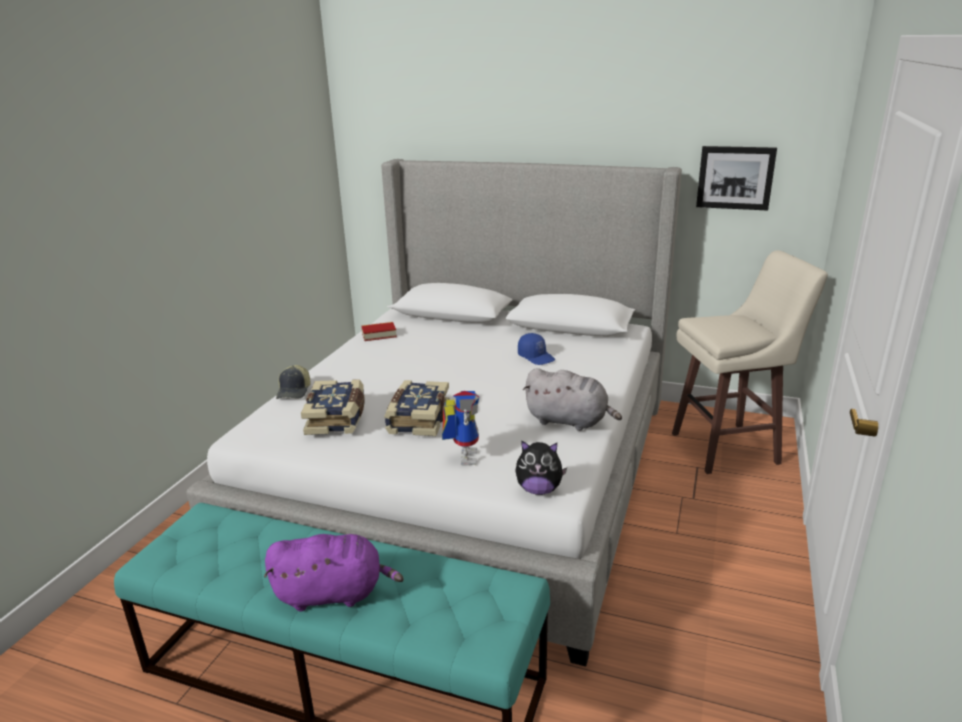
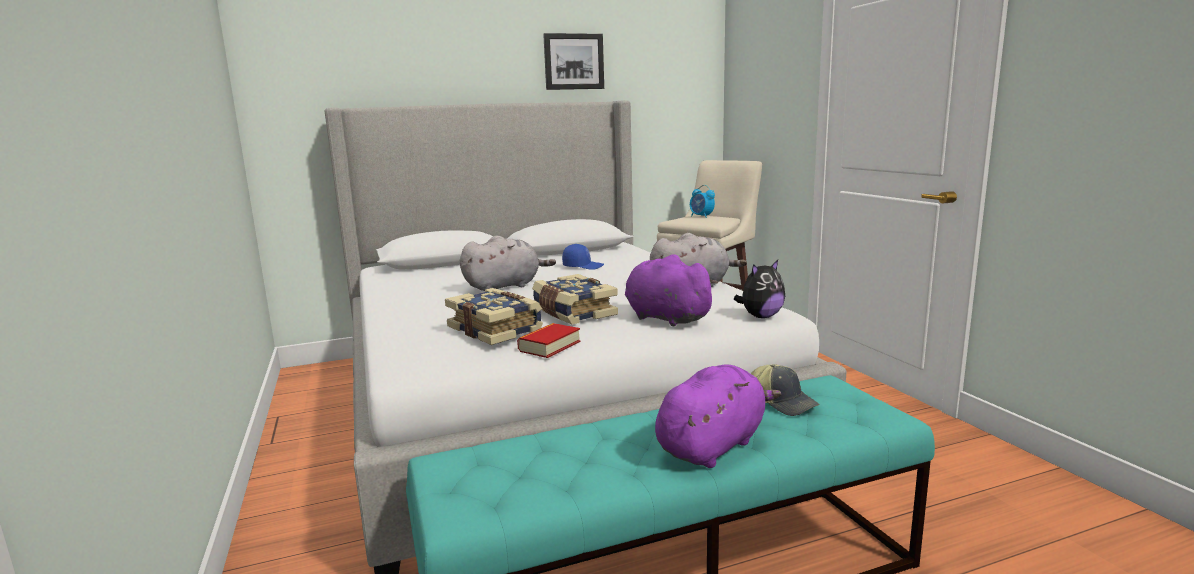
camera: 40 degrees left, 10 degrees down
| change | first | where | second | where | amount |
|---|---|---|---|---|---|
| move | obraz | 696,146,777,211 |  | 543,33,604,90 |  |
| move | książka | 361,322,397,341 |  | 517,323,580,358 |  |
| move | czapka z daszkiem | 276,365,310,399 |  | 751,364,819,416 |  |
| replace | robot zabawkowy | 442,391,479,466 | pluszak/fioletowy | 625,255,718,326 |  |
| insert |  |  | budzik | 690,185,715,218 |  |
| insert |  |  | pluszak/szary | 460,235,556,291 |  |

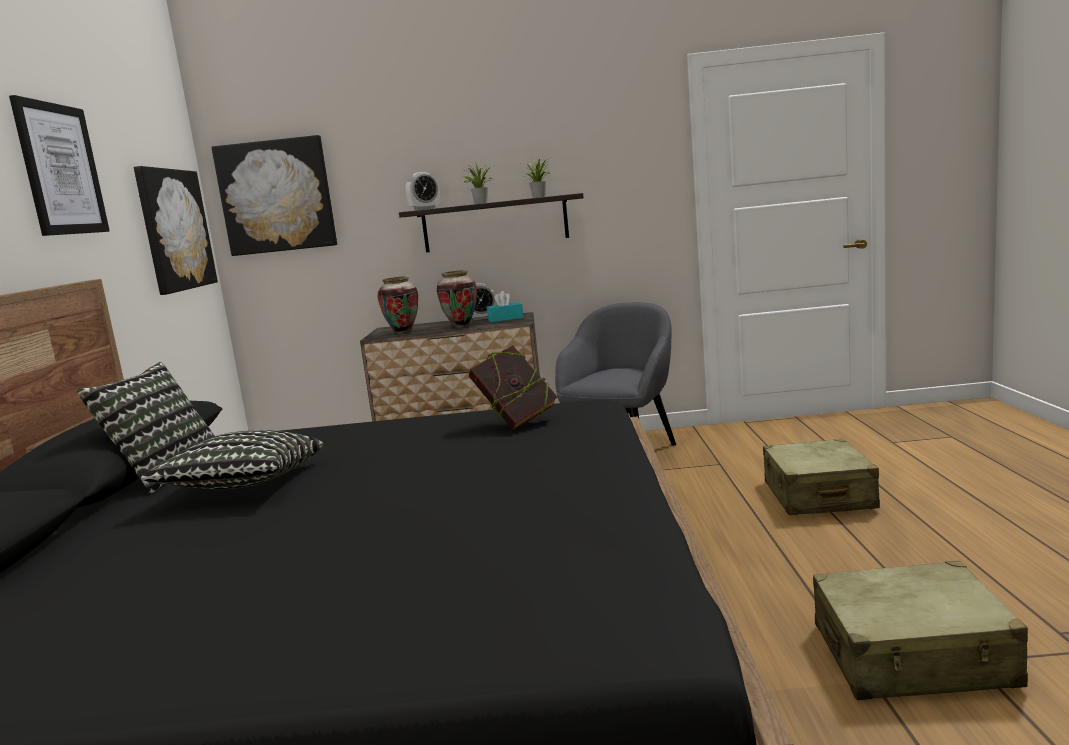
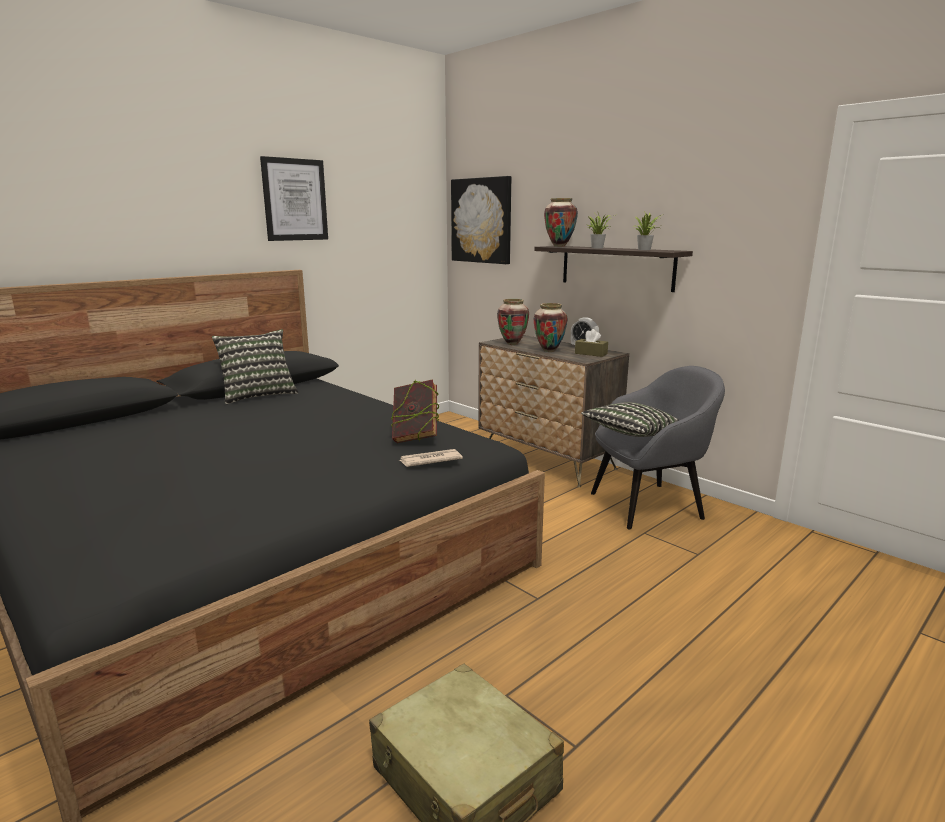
camera: 45 degrees right, 5 degrees up
| change | first | where | second | where | amount |
|---|---|---|---|---|---|
| delete | obraz | 134,166,218,295 |  |  |  |
| replace | budzik | 406,172,440,210 | wazon | 544,198,578,247 |  |
| recolor | pudełko chusteczek/turkusowy | 487,291,524,322 | pudełko chusteczek/brązowy | 575,329,608,357 |  |
| move | poduszka | 141,430,324,489 |  | 581,402,679,437 |  |
| delete | walizka/beżowy | 763,439,880,515 |  |  |  |
| insert |  |  | gazeta | 398,449,463,467 |  |

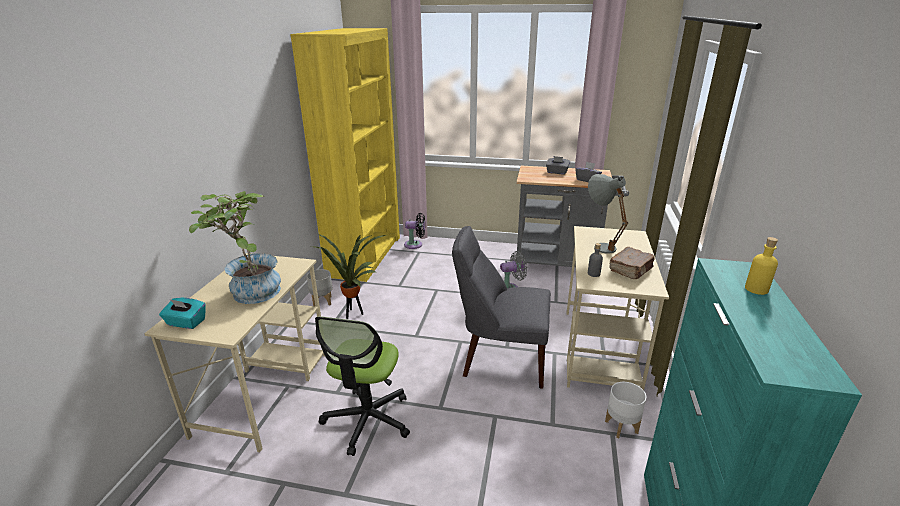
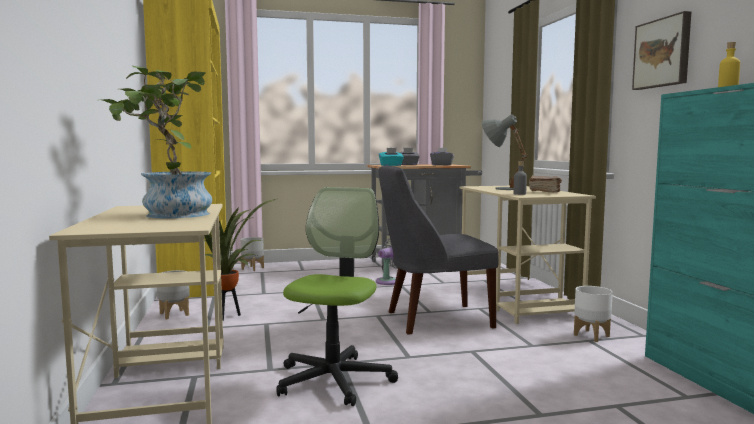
camera: 25 degrees left, 20 degrees down
| change | first | where | second | where | amount |
|---|---|---|---|---|---|
| replace | wentylator/czarny | 404,213,425,249 | donica/szary | 241,237,264,271 |  |
| move | pudełko chusteczek/turkusowy | 159,298,205,329 |  | 379,148,404,166 |  |
| rotate | krzesło biurowe | 315,316,410,456 |  | 276,187,398,406 | 150 degrees counterclockwise |
| insert |  |  | obraz | 632,11,691,90 |  |

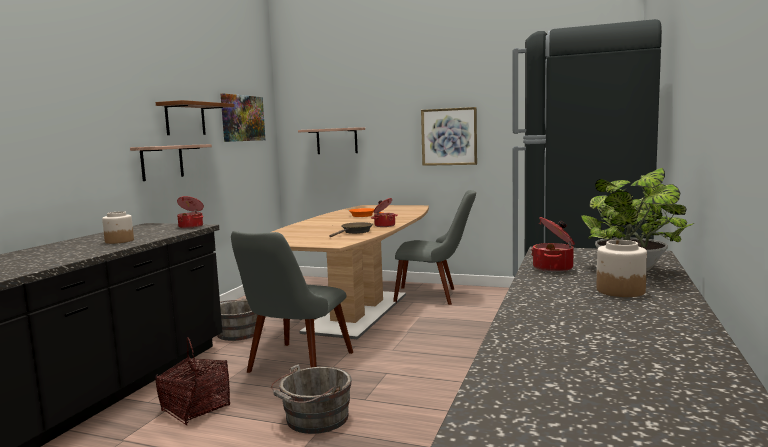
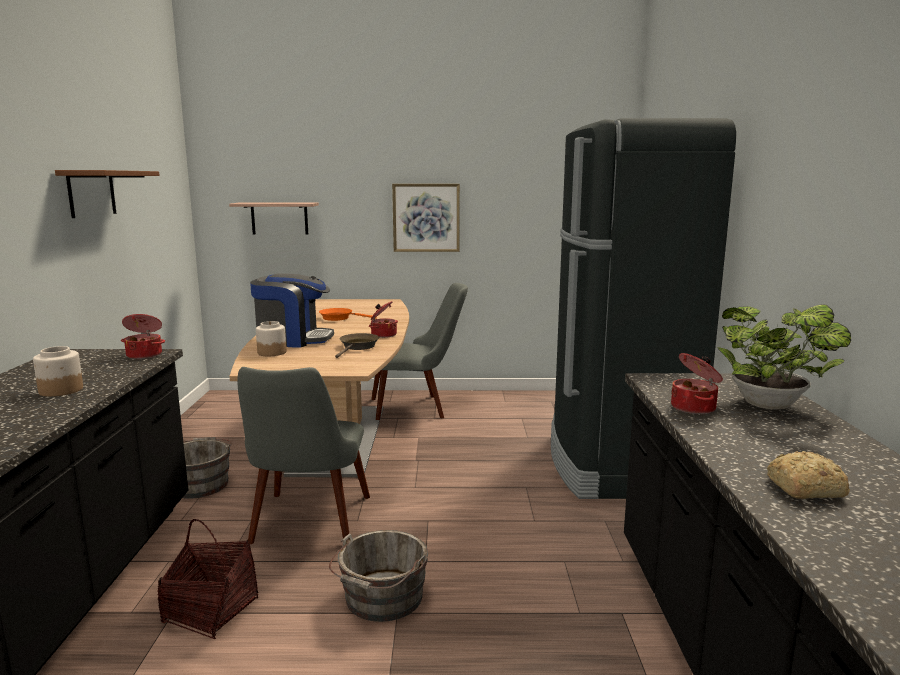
camera: 20 degrees left, 5 degrees up
| change | first | where | second | where | amount |
|---|---|---|---|---|---|
| delete | obraz | 220,94,266,142 |  |  |  |
| delete | półka | 130,144,212,181 |  |  |  |
| move | słoik | 597,240,647,297 |  | 256,321,286,356 |  |
| insert |  |  | ekspres do kawy | 250,273,334,347 |  |
| insert |  |  | chleb | 767,451,850,499 |  |

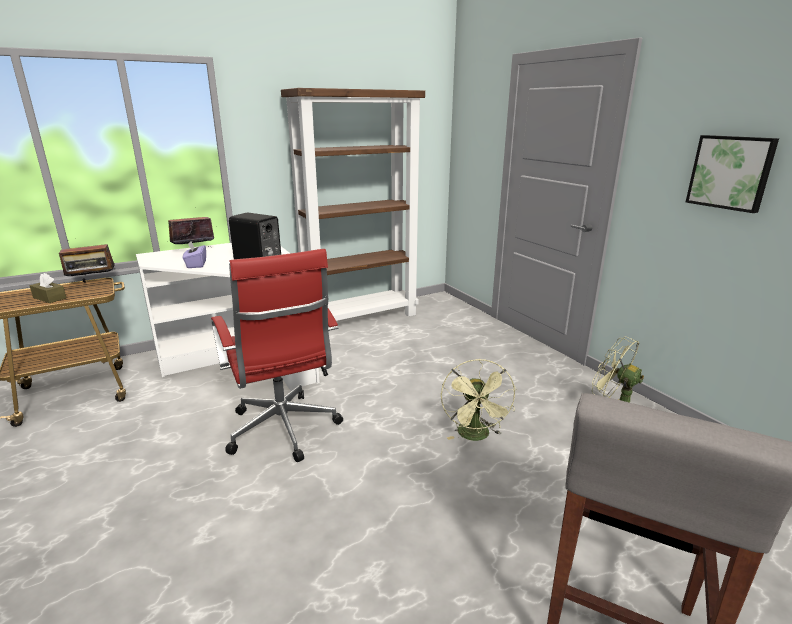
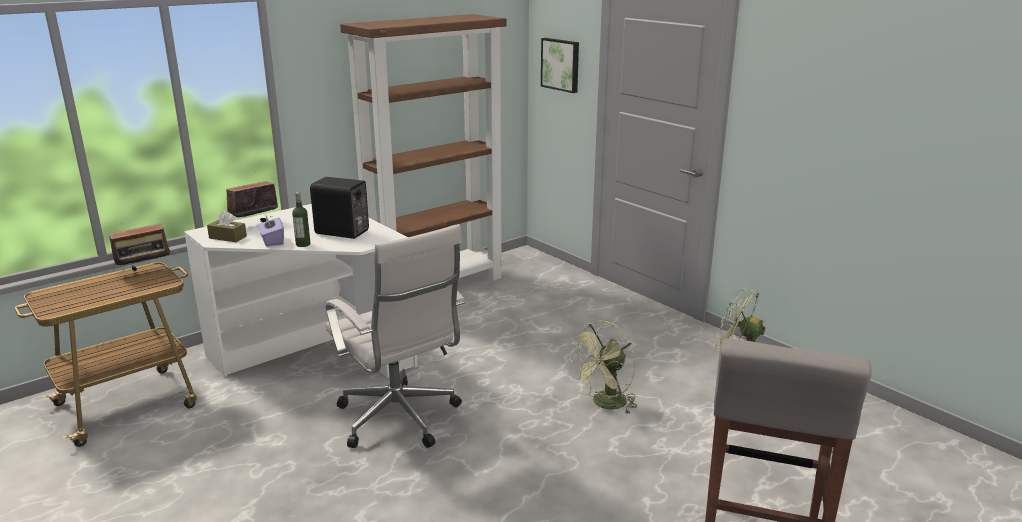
camera: 10 degrees left, 0 degrees up
| change | first | where | second | where | amount |
|---|---|---|---|---|---|
| move | obraz | 686,135,779,213 |  | 541,38,579,93 |  |
| recolor | krzesło biurowe/czerwony | 211,249,343,462 | krzesło biurowe/biały | 325,224,466,448 |  |
| move | pudełko chusteczek/brązowy | 30,273,66,303 |  | 207,211,247,242 |  |
| rotate | wentylator/zielony | 441,359,517,441 |  | 569,321,637,413 | 60 degrees clockwise |
| insert |  |  | butelka | 292,192,311,247 |  |

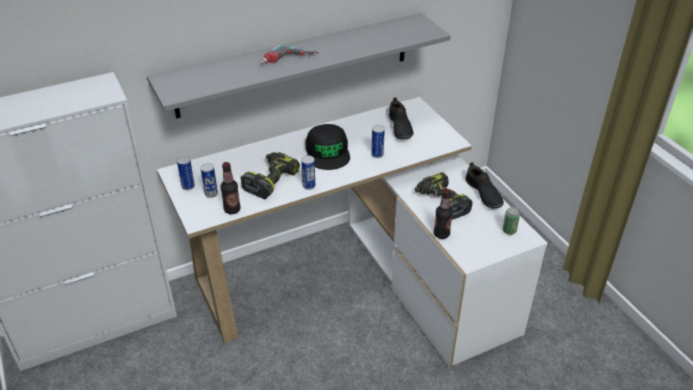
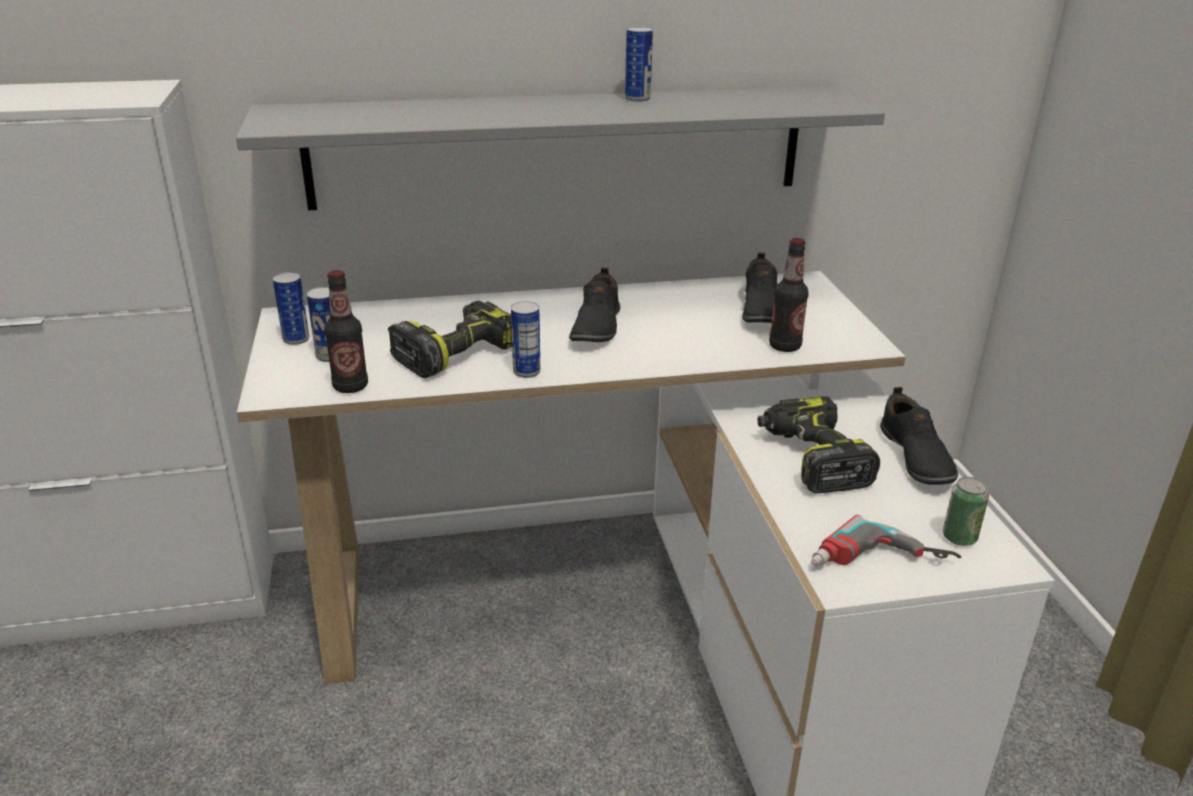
camera: 15 degrees right, 10 degrees down
| change | first | where | second | where | amount |
|---|---|---|---|---|---|
| move | wiertarka | 260,44,319,64 |  | 811,515,961,566 |  |
| replace | czapka z daszkiem/czarny | 305,124,350,170 | but/czarny | 569,267,620,342 |  |
| move | puszka | 371,125,385,158 |  | 625,26,653,102 |  |
| move | butelka | 434,189,453,239 |  | 769,238,809,352 |  |

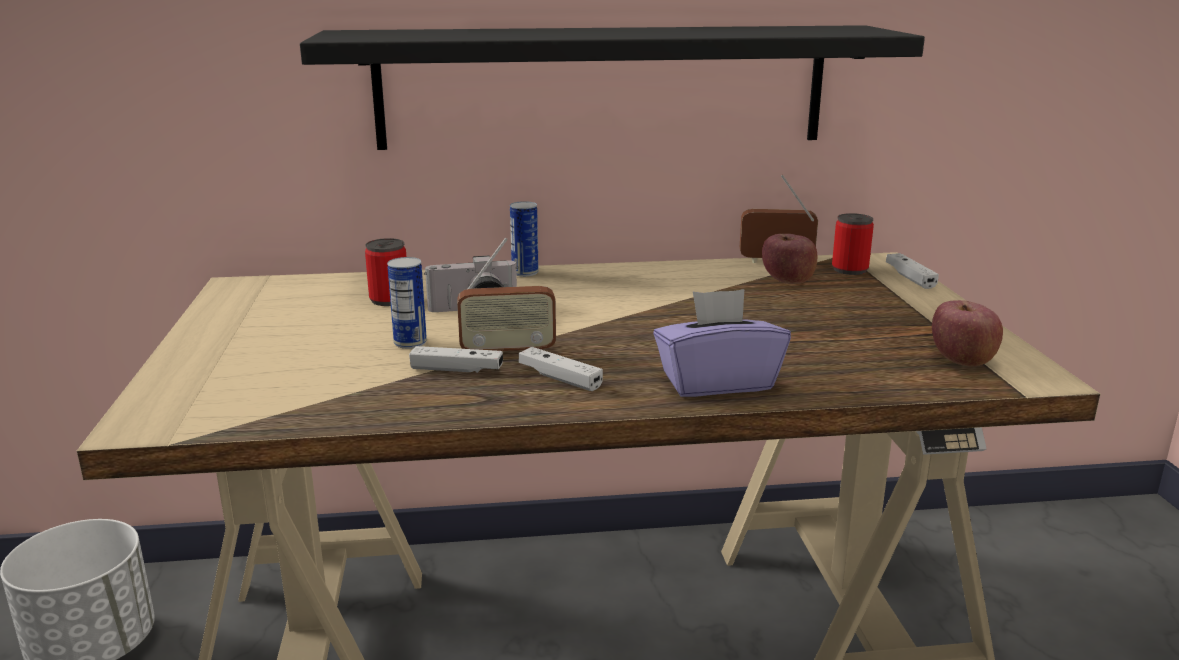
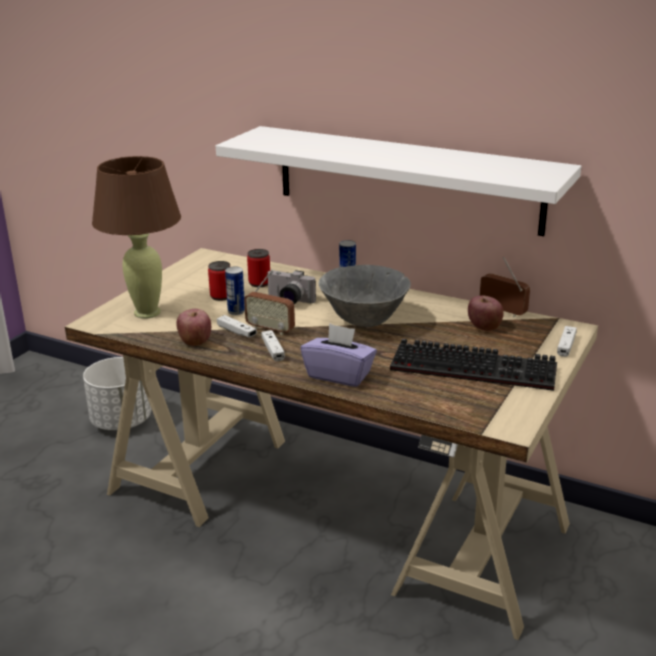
camera: 35 degrees right, 5 degrees up
| change | first | where | second | where | amount |
|---|---|---|---|---|---|
| recolor | półka/czarny | 300,25,925,150 | półka/biały | 216,126,581,236 |  |
| move | puszka | 832,213,874,275 |  | 208,261,230,301 |  |
| move | jabłko | 932,300,1003,367 |  | 176,309,211,346 |  |
| insert |  |  | lampa stołowa/brązowy | 92,156,181,319 |  |
| insert |  |  | miska/szary | 319,265,411,327 |  |
| insert |  |  | klawiatura | 390,338,557,391 |  |

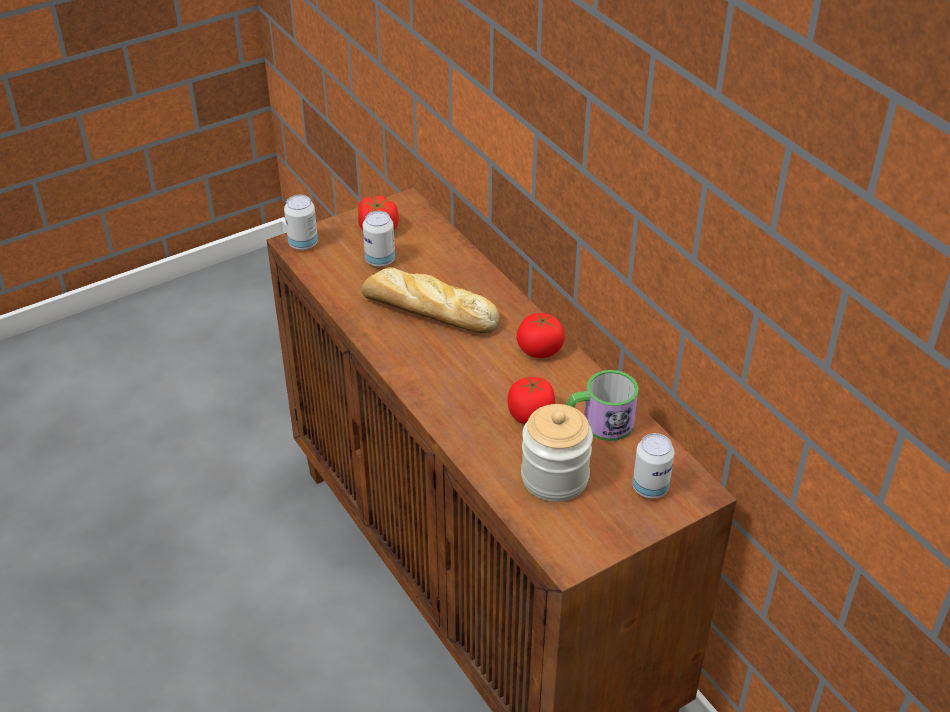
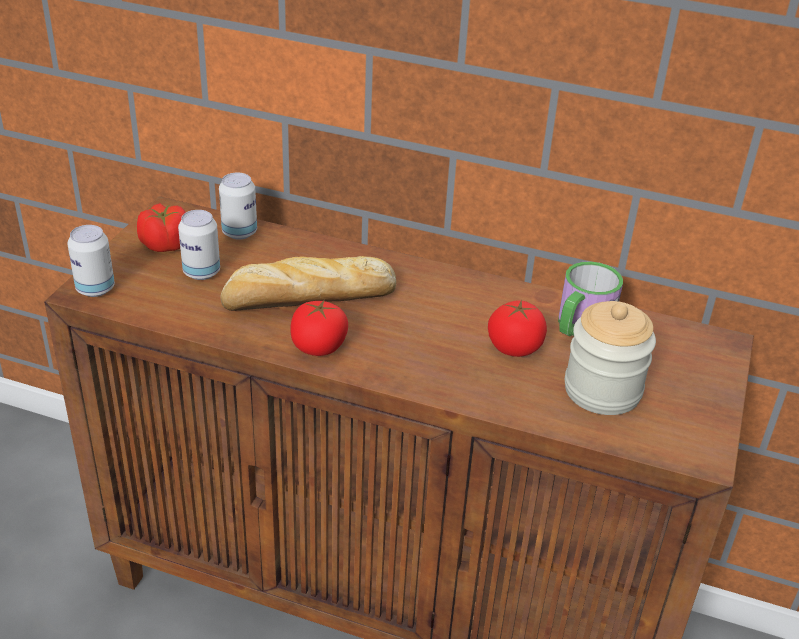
camera: 40 degrees left, 5 degrees down
| change | first | where | second | where | amount |
|---|---|---|---|---|---|
| move | pomidor | 517,313,565,358 |  | 291,299,348,356 |  |
| move | puszka | 633,433,674,498 |  | 219,173,257,240 |  |

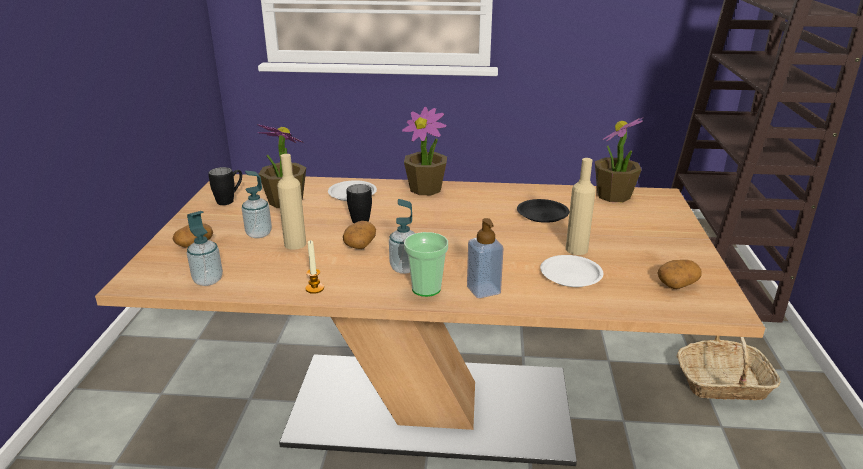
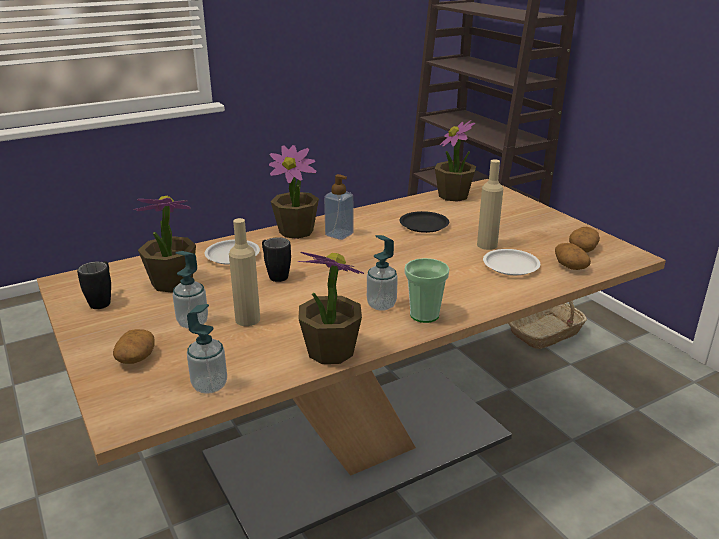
camera: 35 degrees left, 0 degrees up
| change | first | where | second | where | amount |
|---|---|---|---|---|---|
| move | dozownik mydła | 467,218,503,298 |  | 324,174,354,240 |  |
| move | ziemniak | 343,221,376,249 |  | 555,243,591,270 |  |
| replace | świeca | 305,240,324,294 | roślina doniczkowa | 298,252,364,364 |  |

